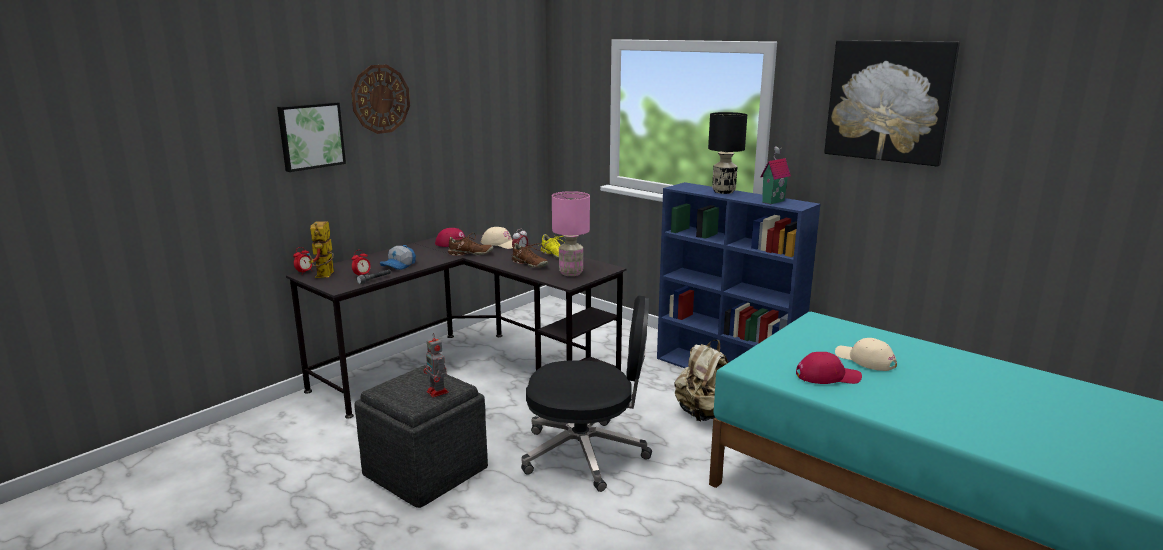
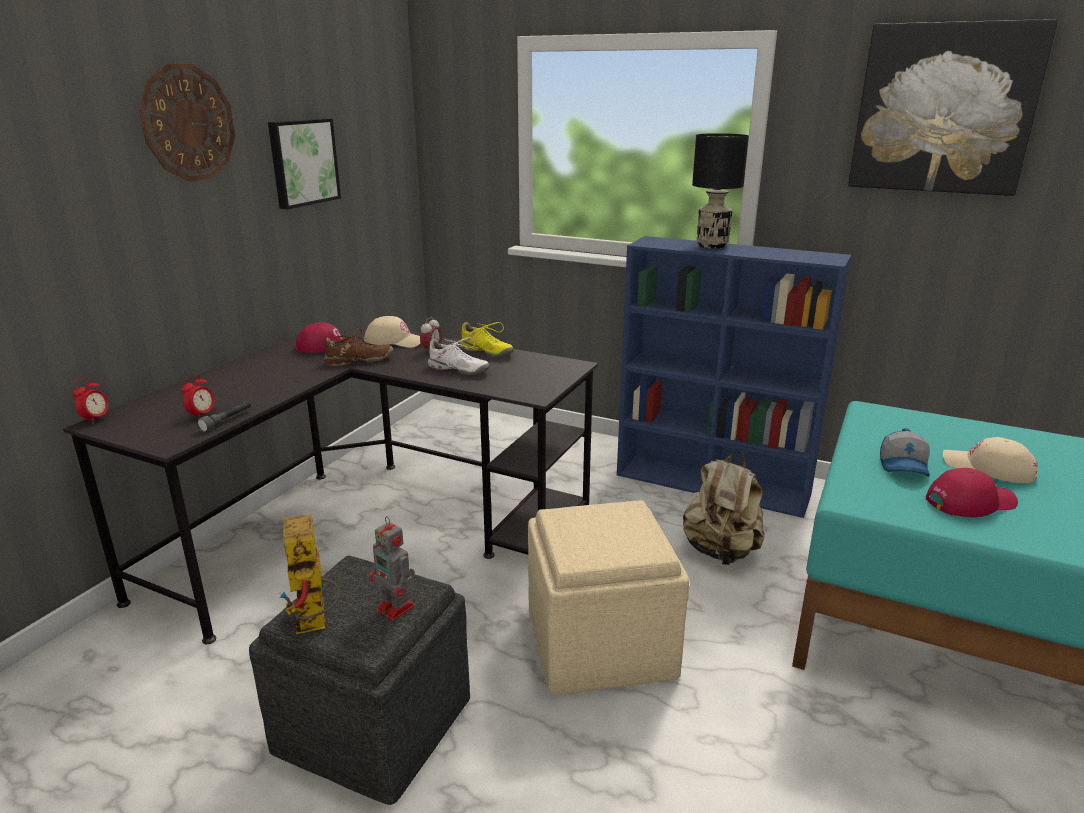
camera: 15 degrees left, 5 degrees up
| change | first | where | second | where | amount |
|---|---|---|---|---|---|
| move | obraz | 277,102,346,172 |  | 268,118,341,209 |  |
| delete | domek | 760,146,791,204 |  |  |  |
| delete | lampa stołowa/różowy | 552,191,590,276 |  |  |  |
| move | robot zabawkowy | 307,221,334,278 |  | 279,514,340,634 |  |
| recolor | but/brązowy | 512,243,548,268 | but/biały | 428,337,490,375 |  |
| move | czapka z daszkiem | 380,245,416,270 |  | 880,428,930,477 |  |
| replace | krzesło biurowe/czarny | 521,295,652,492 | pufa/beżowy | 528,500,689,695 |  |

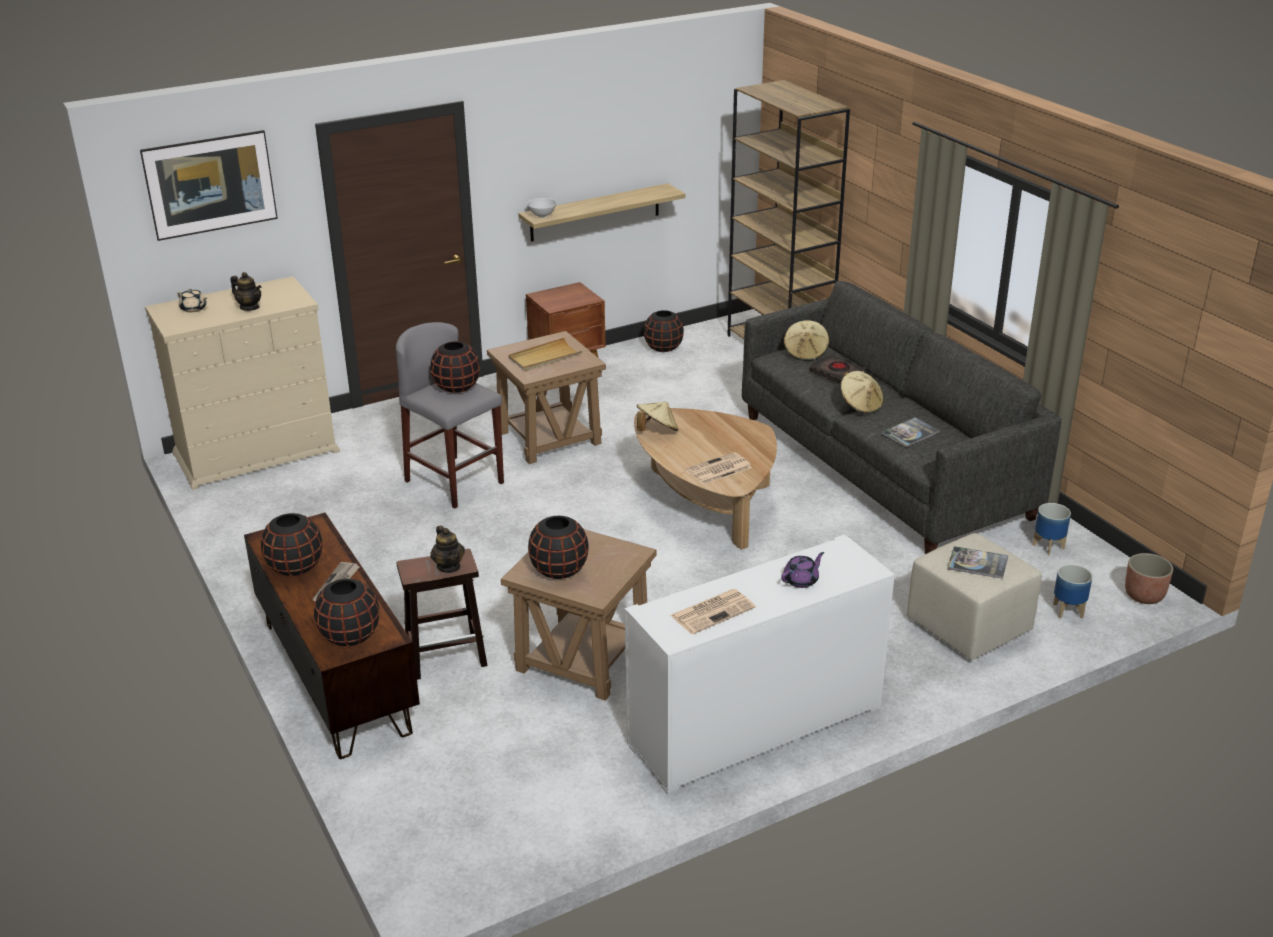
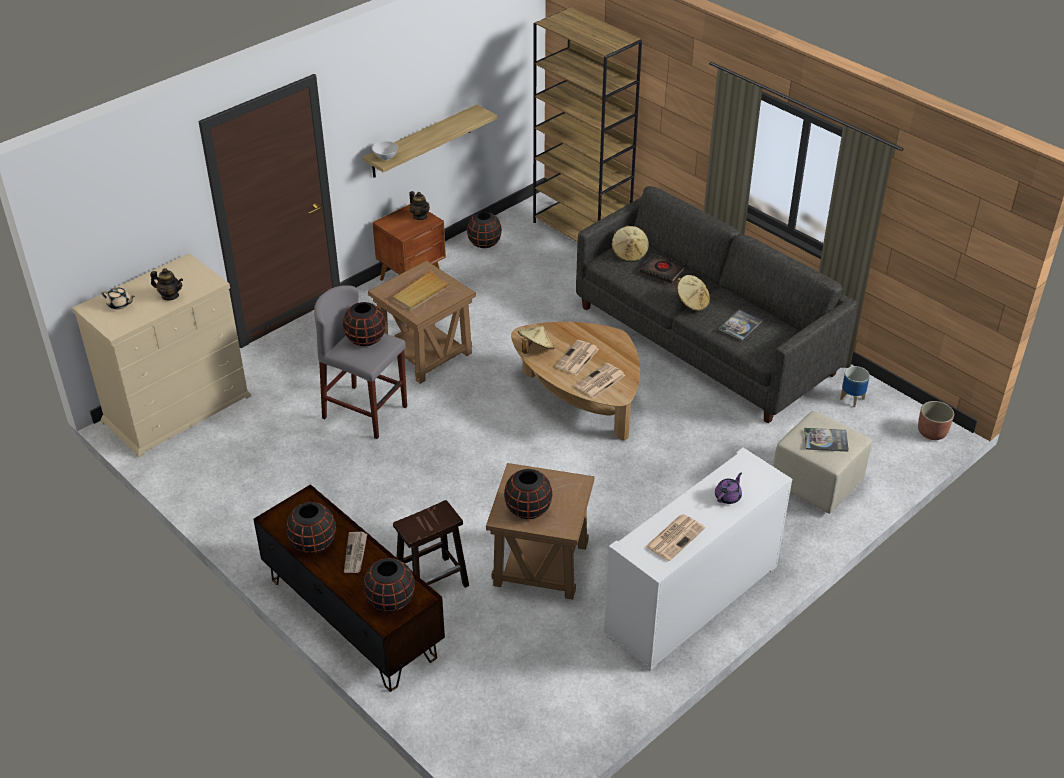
camera: 15 degrees left, 10 degrees up
| change | first | where | second | where | amount |
|---|---|---|---|---|---|
| delete | obraz | 140,130,278,241 |  |  |  |
| move | imbryk | 430,525,465,573 |  | 409,191,430,220 |  |
| delete | donica | 1053,564,1093,619 |  |  |  |
| insert |  |  | gazeta | 555,340,599,375 |  |

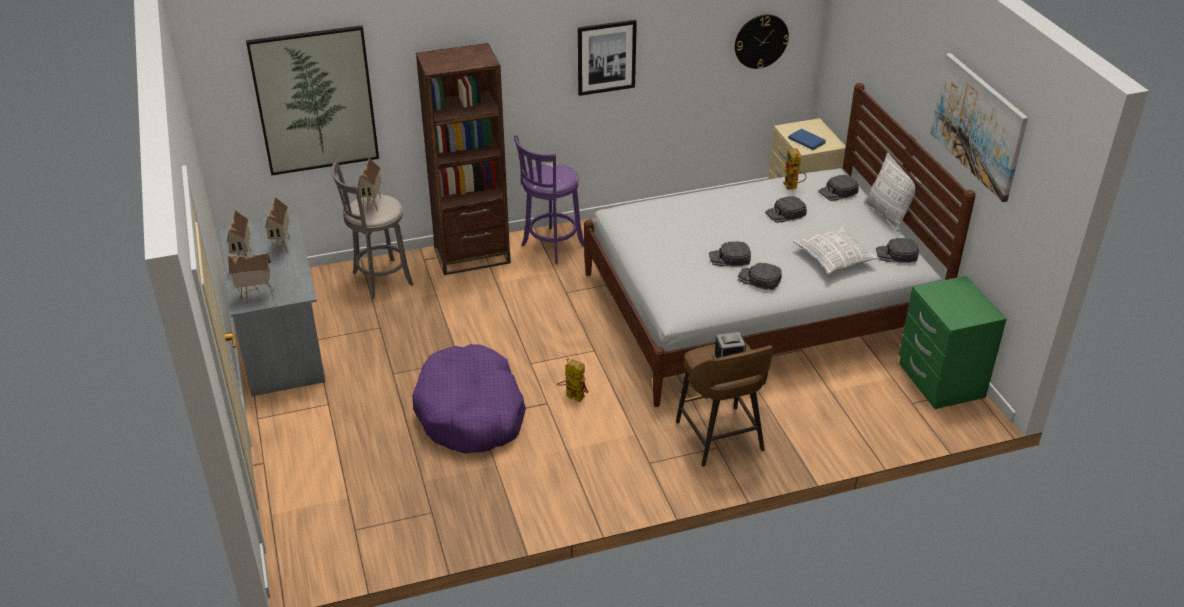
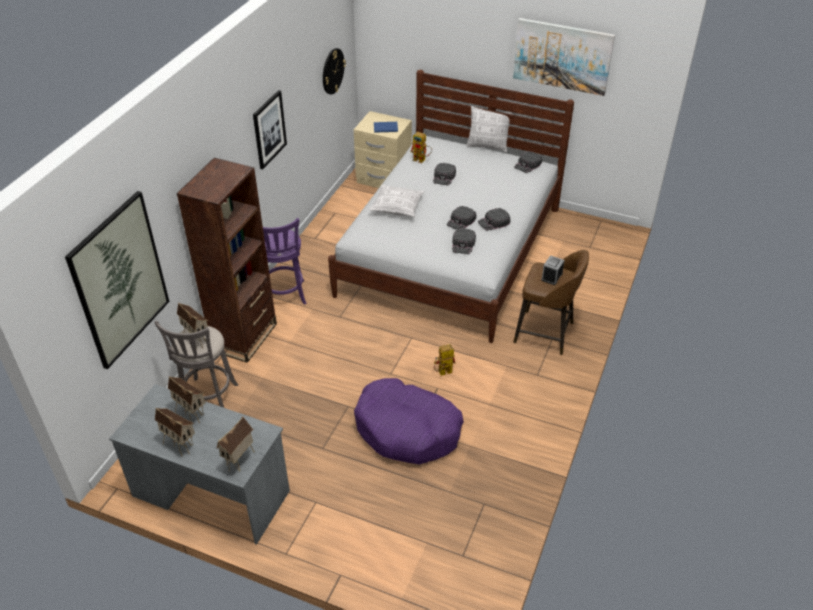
camera: 50 degrees left, 5 degrees up
| change | first | where | second | where | amount |
|---|---|---|---|---|---|
| move | czapka z daszkiem/czarny | 818,175,859,201 |  | 452,228,476,254 |  |
| move | poduszka | 793,226,878,275 |  | 369,184,424,217 |  |
| delete | szafka nocna/zielony | 899,276,1007,409 |  |  |  |

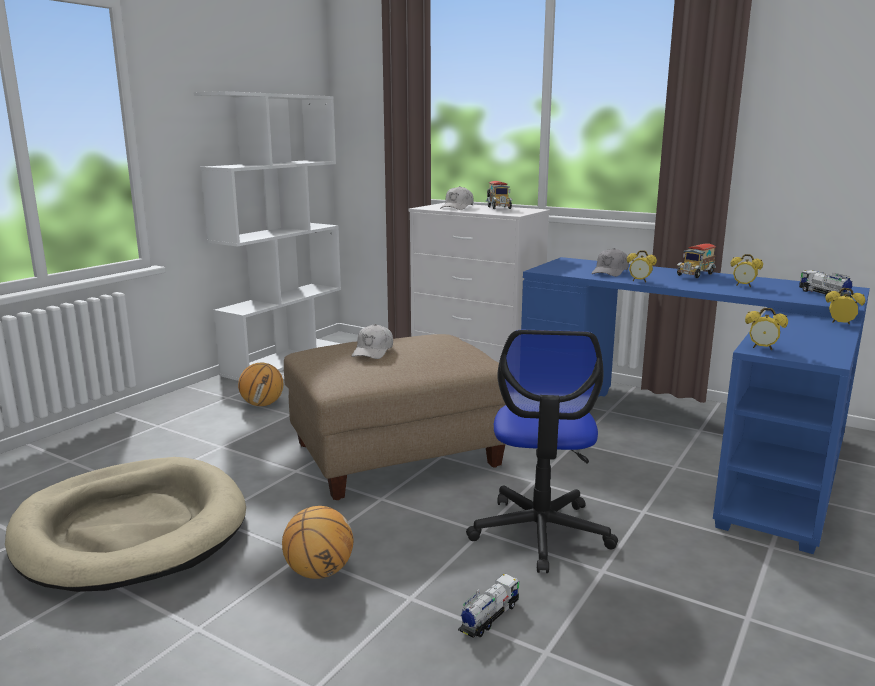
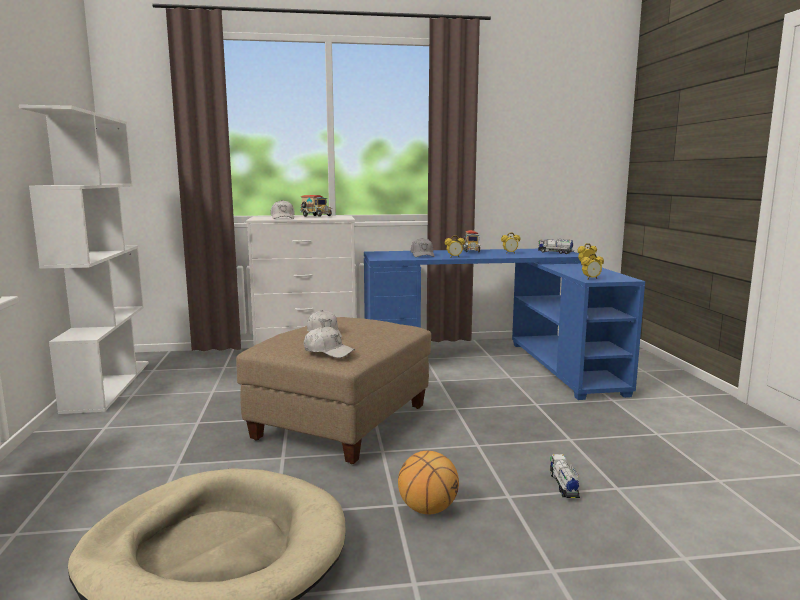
camera: 40 degrees left, 5 degrees down
| change | first | where | second | where | amount |
|---|---|---|---|---|---|
| delete | krzesło biurowe | 466,330,618,573 |  |  |  |
| delete | piłka do koszykówki | 238,363,283,406 |  |  |  |
| insert |  |  | czapka z daszkiem/biały | 304,326,355,358 |  |

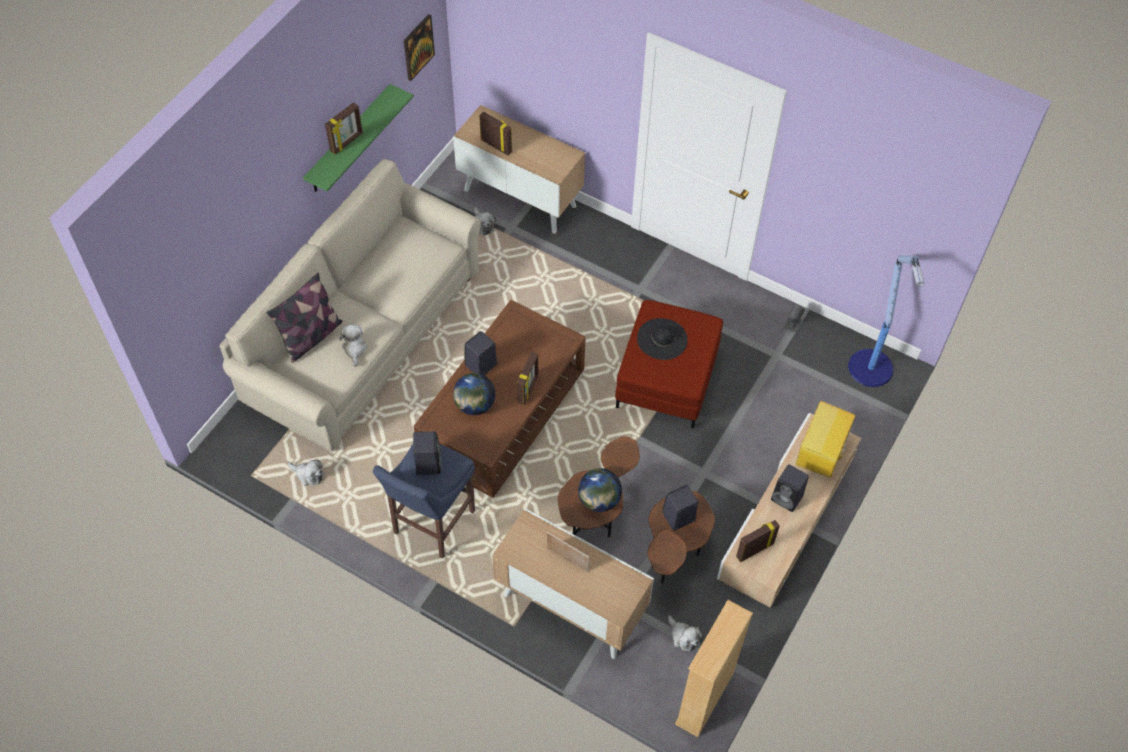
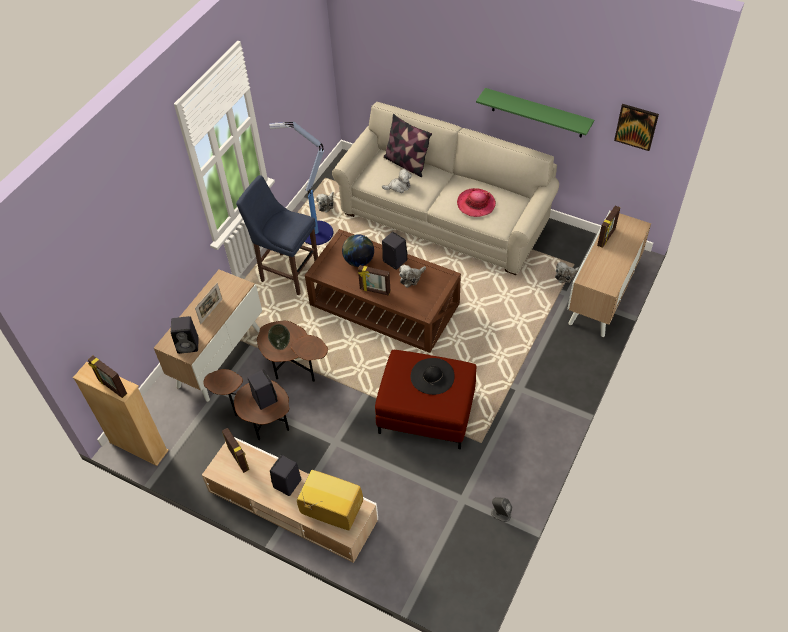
camera: 90 degrees right, 5 degrees down
| change | first | where | second | where | amount |
|---|---|---|---|---|---|
| move | ramka na zdjęcie | 325,102,363,154 |  | 88,355,127,398 |  |
| move | lampa stojąca | 848,255,925,387 |  | 269,121,333,245 |  |
| move | głośnik/czarny | 413,431,441,475 |  | 171,316,198,354 |  |
| replace | globus | 578,468,622,512 | wazon | 268,324,290,350 |  |
| move | pluszak | 668,615,702,652 |  | 399,265,426,288 |  |
| insert |  |  | kapelusz | 457,188,496,217 |  |

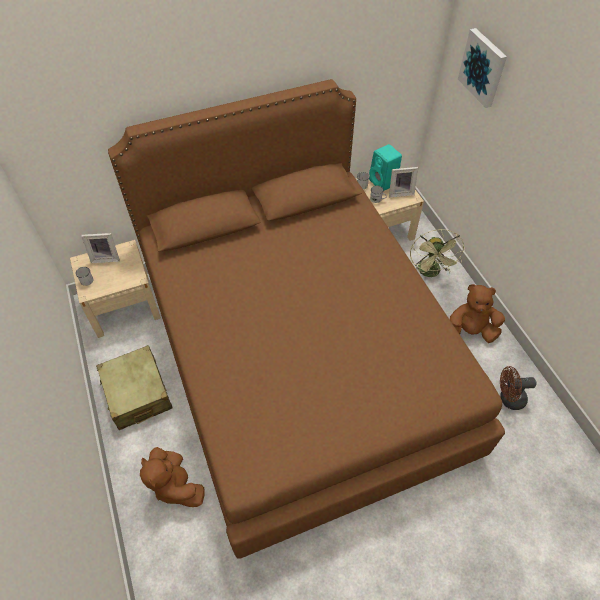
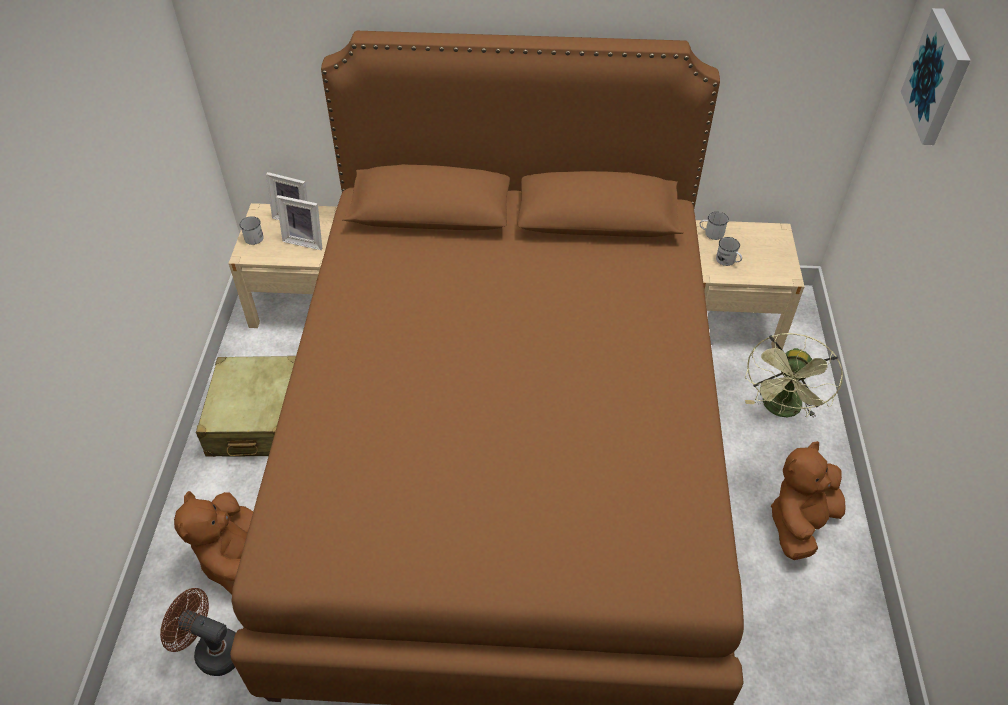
camera: 25 degrees right, 5 degrees down
| change | first | where | second | where | amount |
|---|---|---|---|---|---|
| delete | głośnik/turkusowy | 369,144,402,191 |  |  |  |
| move | ramka na zdjęcie | 389,167,418,198 |  | 276,195,322,250 |  |
| rotate | pluszak/brązowy | 450,284,505,343 |  | 771,441,846,560 | 75 degrees counterclockwise |
| move | wentylator/brązowy | 500,366,536,410 |  | 160,588,236,676 |  |

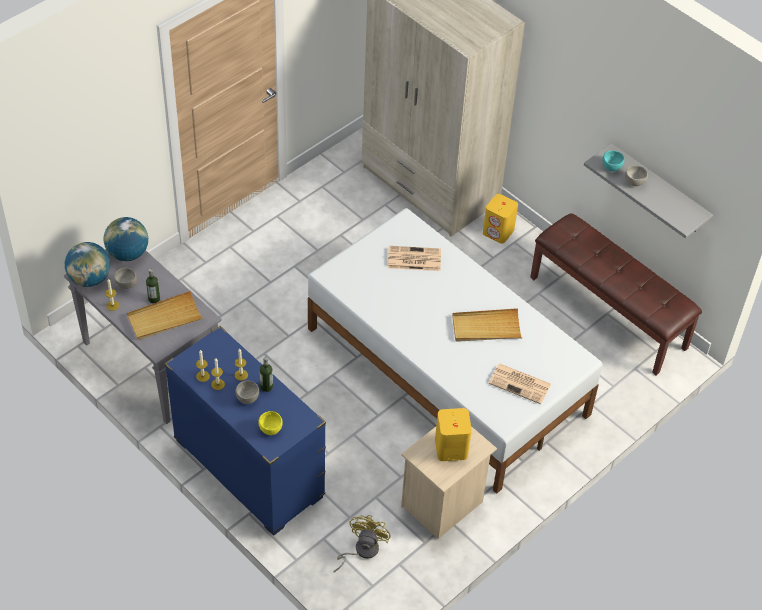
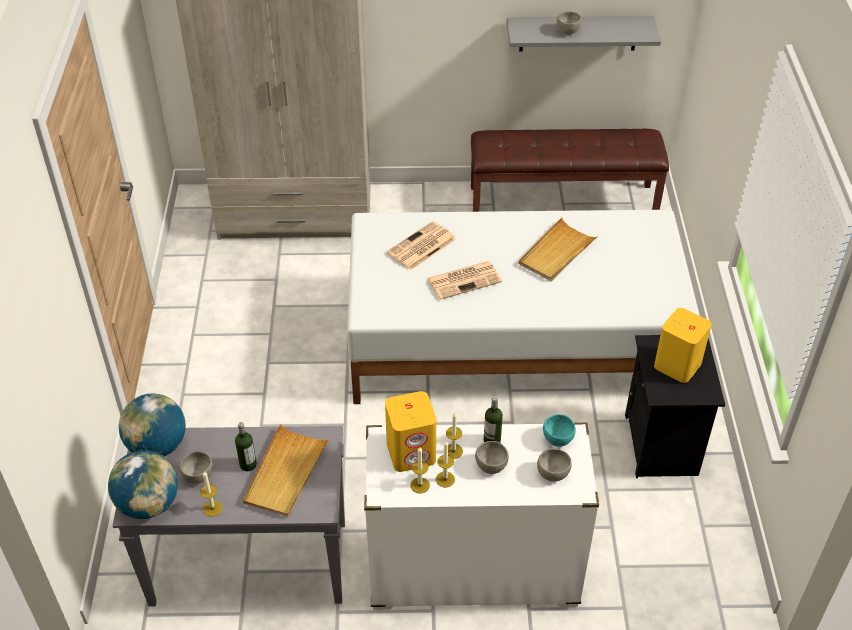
camera: 45 degrees left, 5 degrees down
| change | first | where | second | where | amount |
|---|---|---|---|---|---|
| move | miska/turkusowy | 602,150,624,172 |  | 543,414,576,447 |  |
| move | głośnik/żółty | 483,194,518,244 |  | 385,391,436,472 |  |
| recolor | komoda/niebieski | 164,326,326,536 | komoda/biały | 364,423,599,610 |  |
| move | gazeta | 489,364,551,404 |  | 427,261,502,300 |  |
| recolor | miska/żółty | 258,411,283,435 | miska/szary | 537,448,572,482 |  |
| recolor | szafka nocna/beżowy | 401,426,497,539 | szafka nocna/czarny | 625,335,725,478 |  |
| delete | wentylator/żółty | 333,515,390,572 |  |  |  |

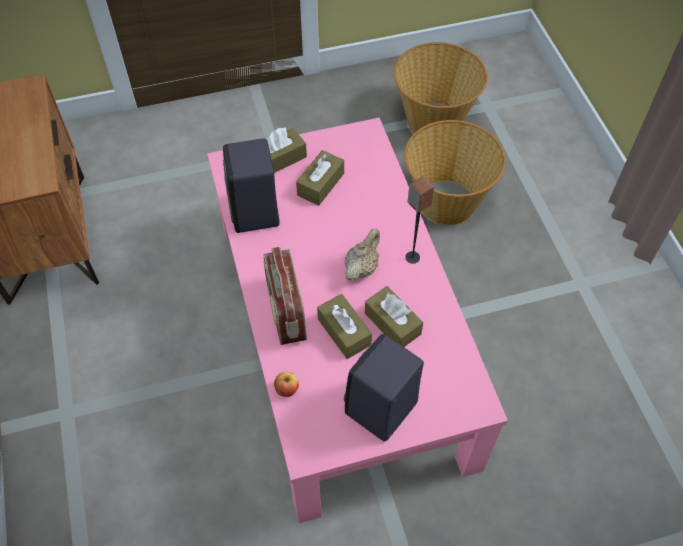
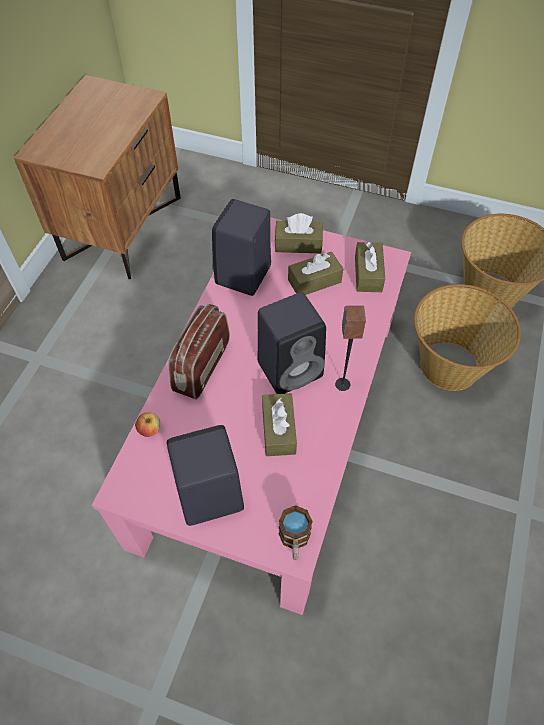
camera: 35 degrees right, 0 degrees up
| change | first | where | second | where | amount |
|---|---|---|---|---|---|
| replace | imbryk/beżowy | 345,229,380,282 | głośnik/czarny | 257,292,326,394 |  |
| move | pudełko chusteczek/brązowy | 317,294,372,359 |  | 355,242,385,292 |  |
| insert |  |  | kubek | 278,505,313,560 |  |

